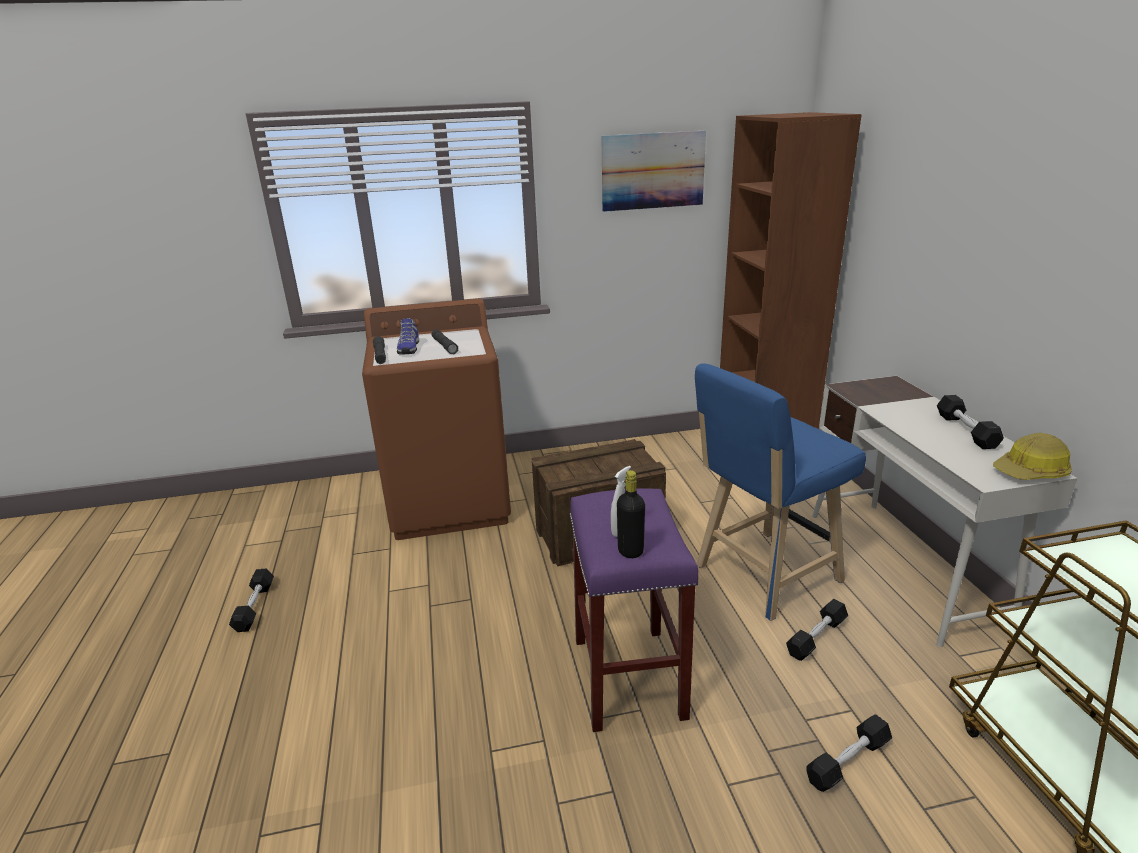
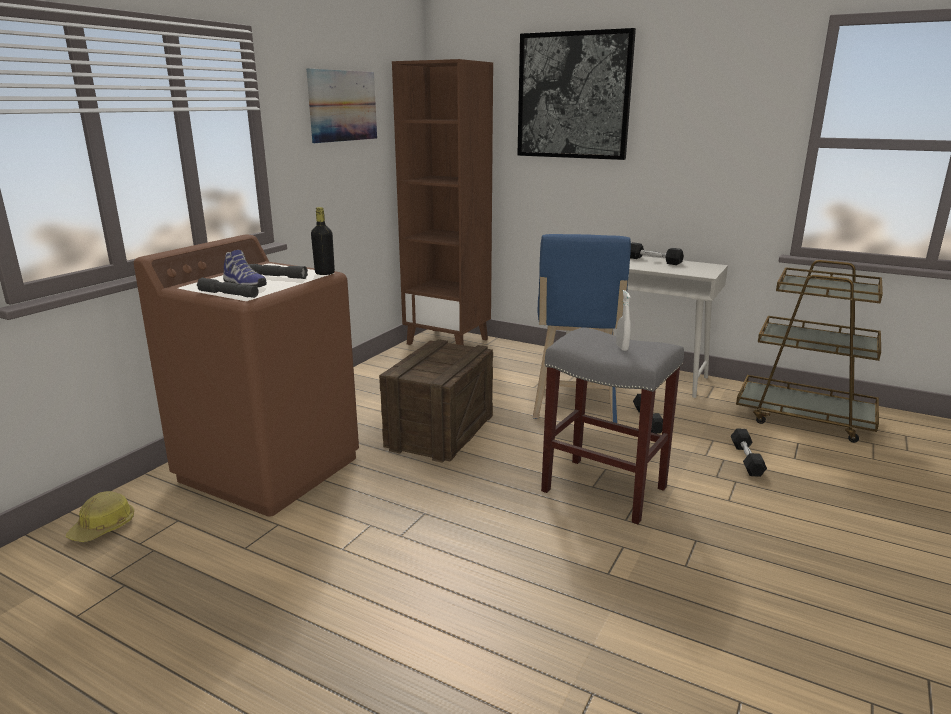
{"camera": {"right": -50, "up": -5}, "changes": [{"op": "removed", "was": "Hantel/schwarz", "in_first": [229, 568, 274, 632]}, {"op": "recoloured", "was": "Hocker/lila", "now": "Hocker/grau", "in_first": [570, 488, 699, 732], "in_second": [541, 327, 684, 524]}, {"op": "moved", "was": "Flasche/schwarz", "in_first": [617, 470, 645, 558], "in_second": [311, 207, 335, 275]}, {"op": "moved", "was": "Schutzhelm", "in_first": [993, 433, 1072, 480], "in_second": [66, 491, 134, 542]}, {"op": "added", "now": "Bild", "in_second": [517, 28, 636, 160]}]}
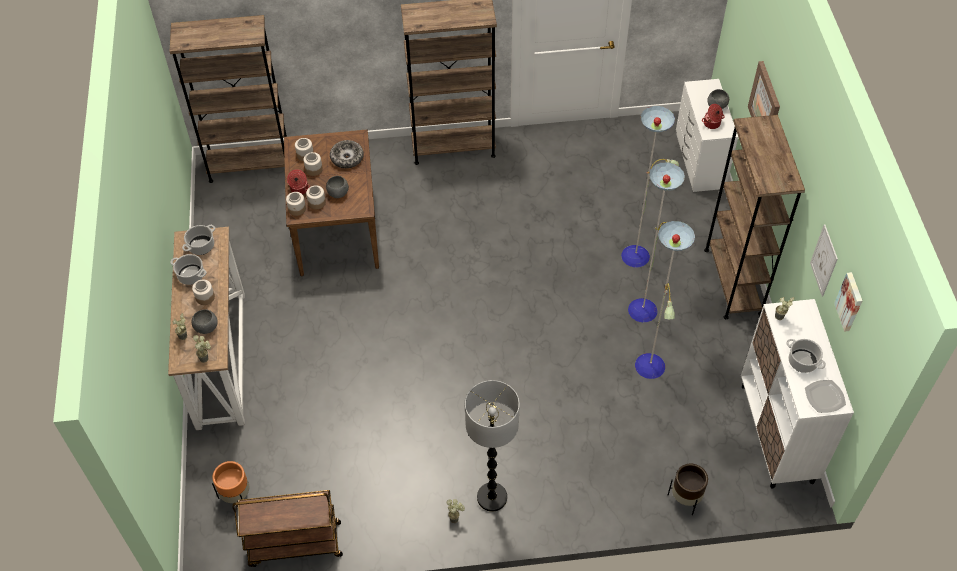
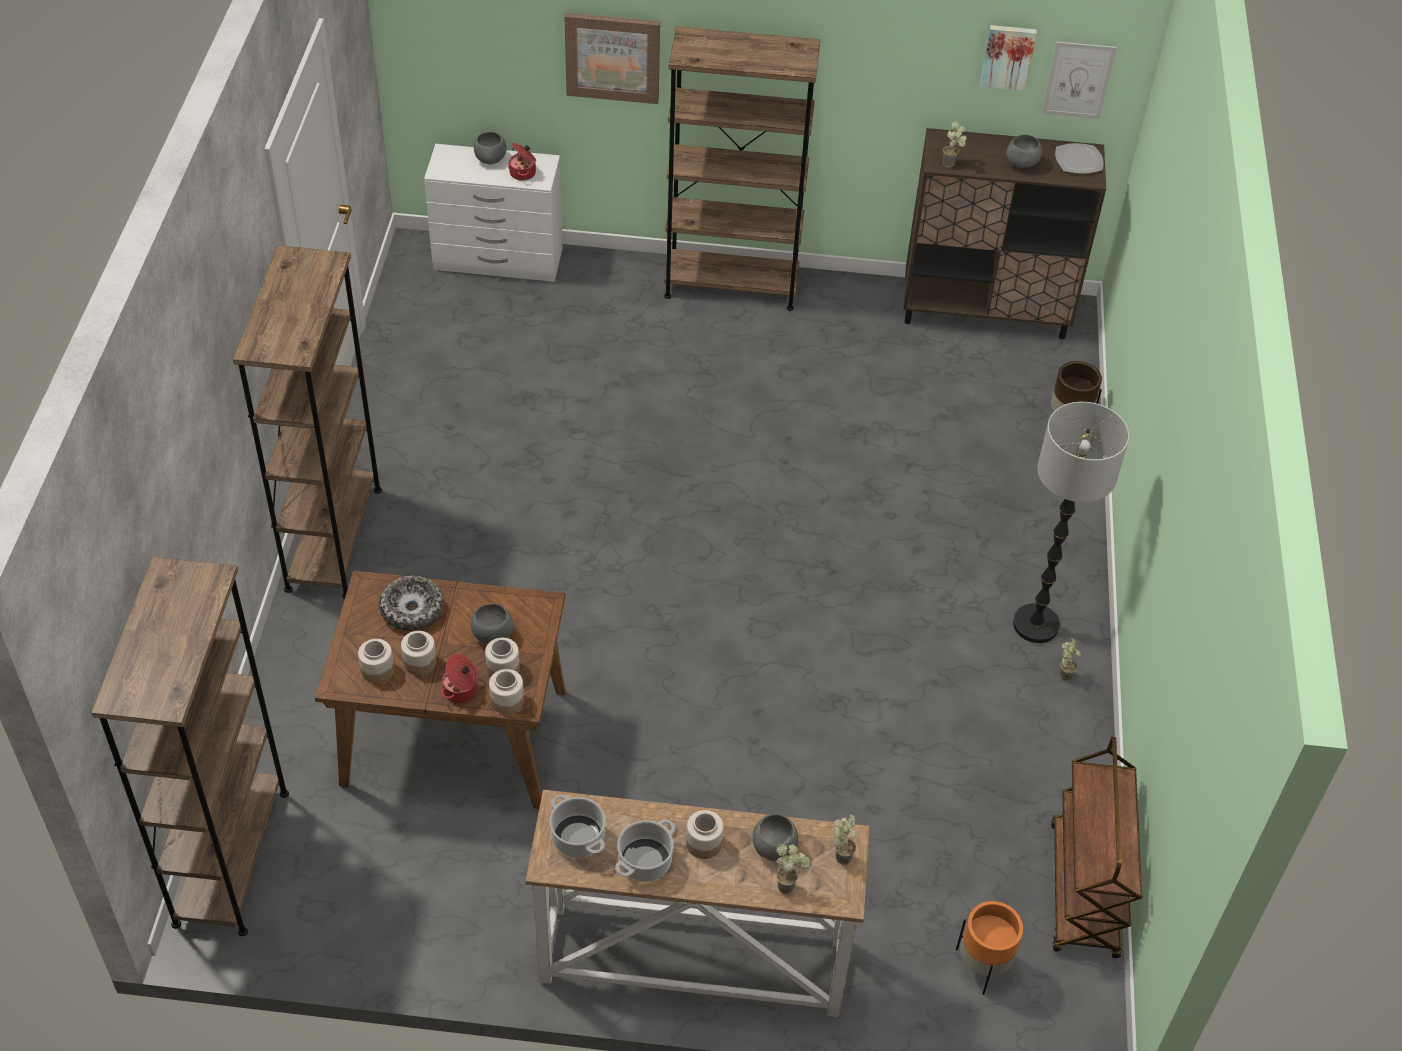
{"camera": {"right": -80, "up": -5}, "changes": [{"op": "removed", "was": "Stehlampe", "in_first": [621, 106, 695, 379]}, {"op": "recoloured", "was": "Schrank/weiß", "now": "Schrank/braun", "in_first": [741, 299, 854, 489], "in_second": [903, 128, 1106, 339]}, {"op": "replaced", "was": "Kochtopf", "now": "Schüssel/grau", "in_first": [786, 339, 826, 373], "in_second": [1006, 135, 1042, 168]}, {"op": "moved", "was": "Bild", "in_first": [810, 224, 838, 297], "in_second": [1042, 42, 1116, 119]}]}
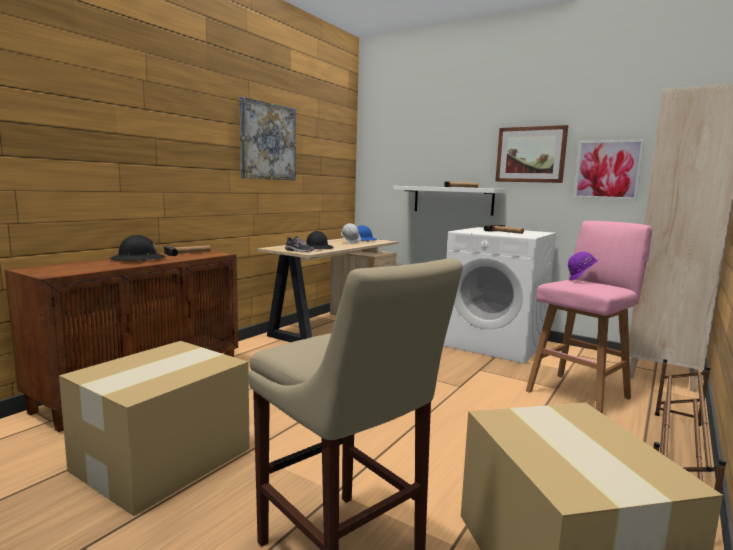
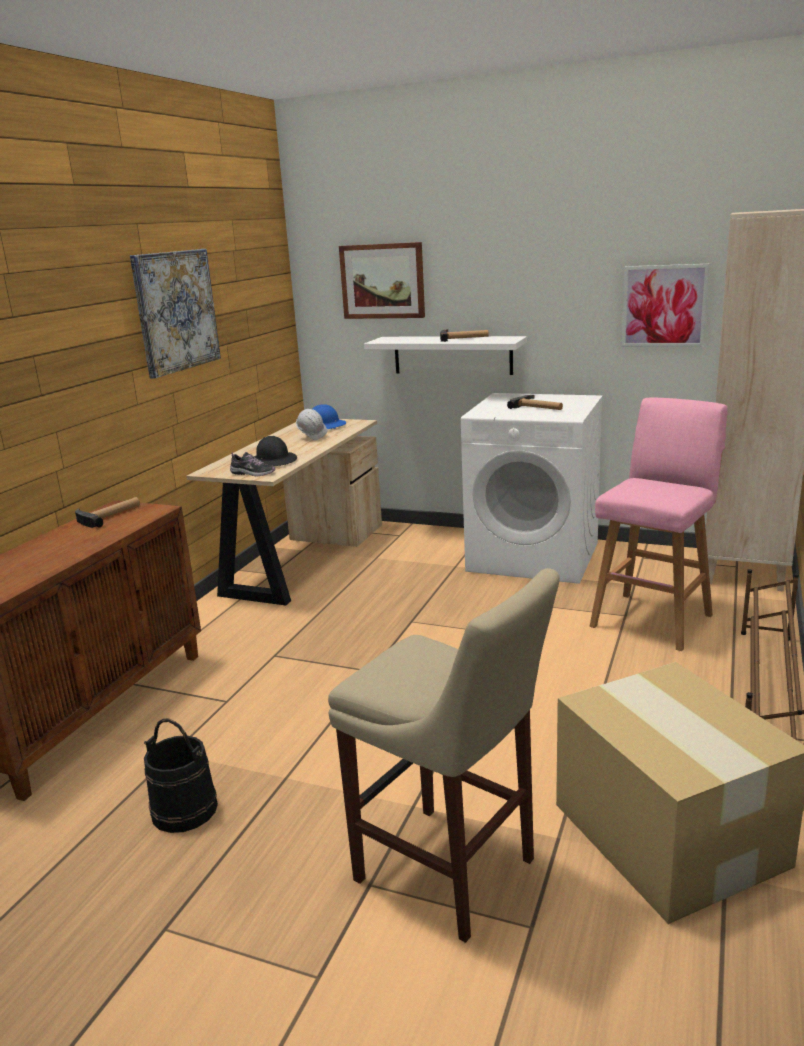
{"camera": {"right": -10, "up": 10}, "changes": [{"op": "replaced", "was": "Karton", "now": "Eimer/schwarz", "in_first": [59, 341, 250, 516], "in_second": [144, 718, 218, 833]}, {"op": "removed", "was": "Schutzhelm/schwarz", "in_first": [110, 235, 166, 262]}, {"op": "moved", "was": "Bild", "in_first": [495, 125, 568, 183], "in_second": [339, 242, 425, 319]}, {"op": "removed", "was": "Schutzhelm/lila", "in_first": [568, 252, 598, 281]}]}
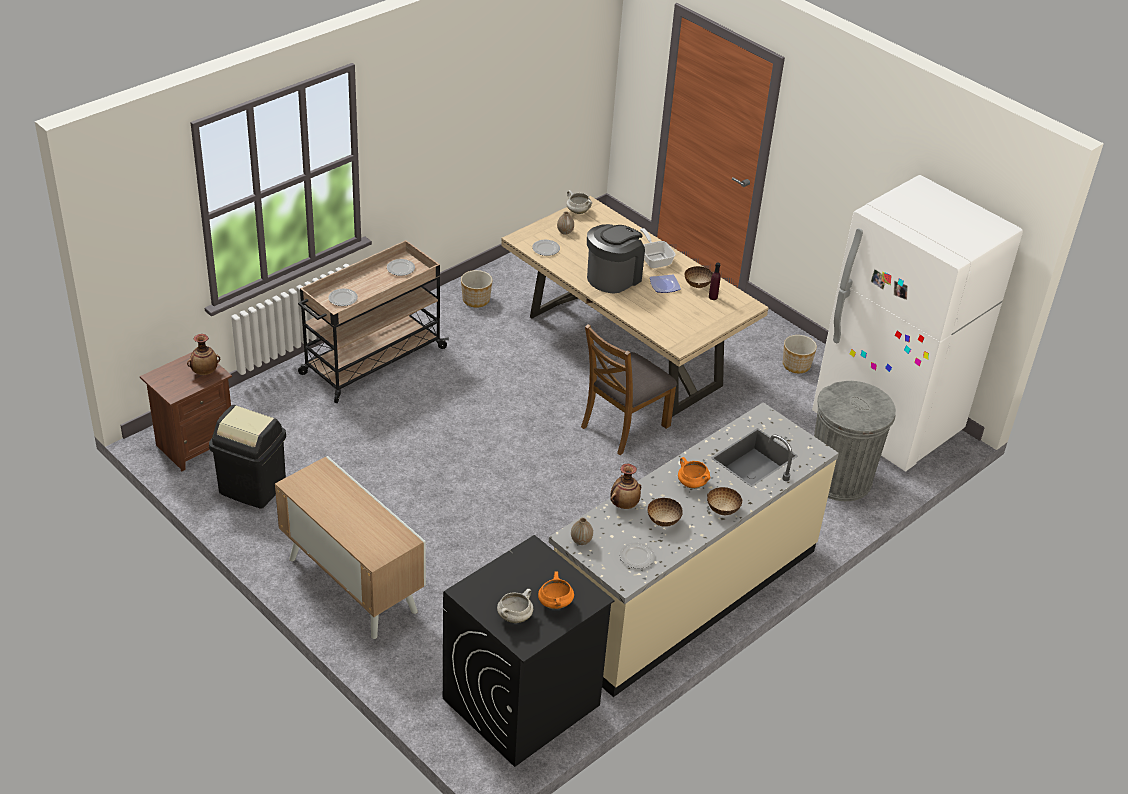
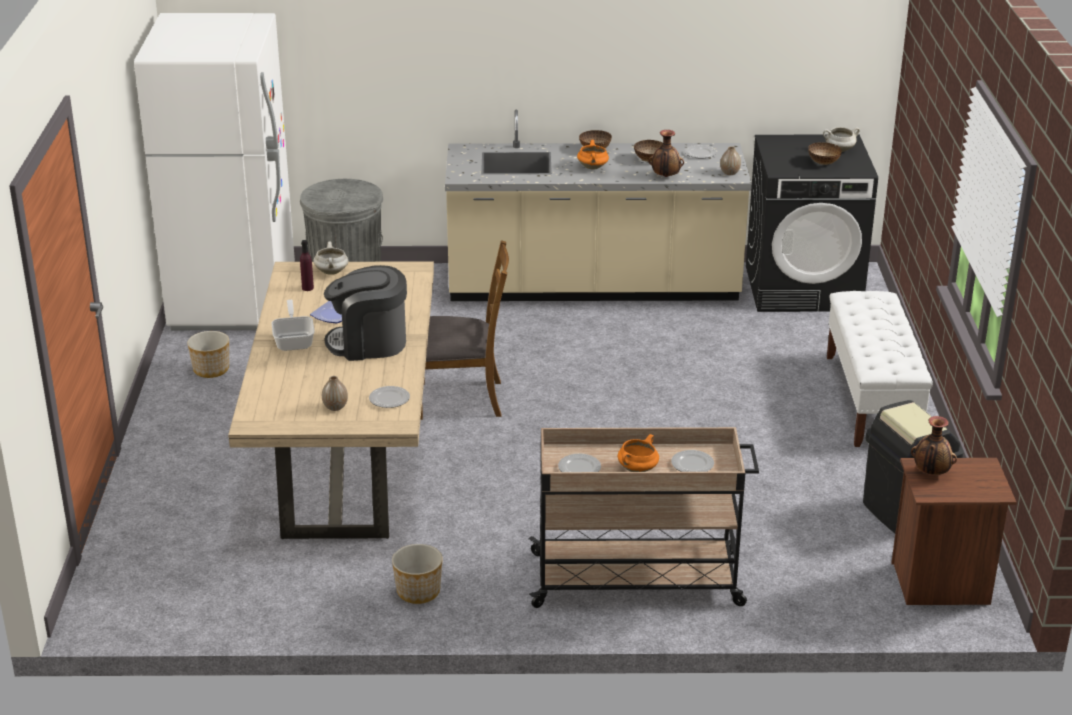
{"camera": {"right": -135, "up": -10}, "changes": [{"op": "replaced", "was": "Schrank", "now": "Bank/weiß", "in_first": [275, 456, 426, 639], "in_second": [827, 291, 933, 447]}, {"op": "moved", "was": "Kochtopf/orange", "in_first": [538, 571, 574, 609], "in_second": [618, 434, 659, 472]}, {"op": "moved", "was": "Kochtopf/weiß", "in_first": [566, 190, 592, 214], "in_second": [313, 242, 348, 275]}, {"op": "turned", "was": "Pfanne", "in_first": [640, 228, 676, 268], "in_second": [272, 300, 315, 351], "clockwise": 150}, {"op": "moved", "was": "Schüssel", "in_first": [685, 266, 713, 288], "in_second": [808, 142, 842, 165]}]}
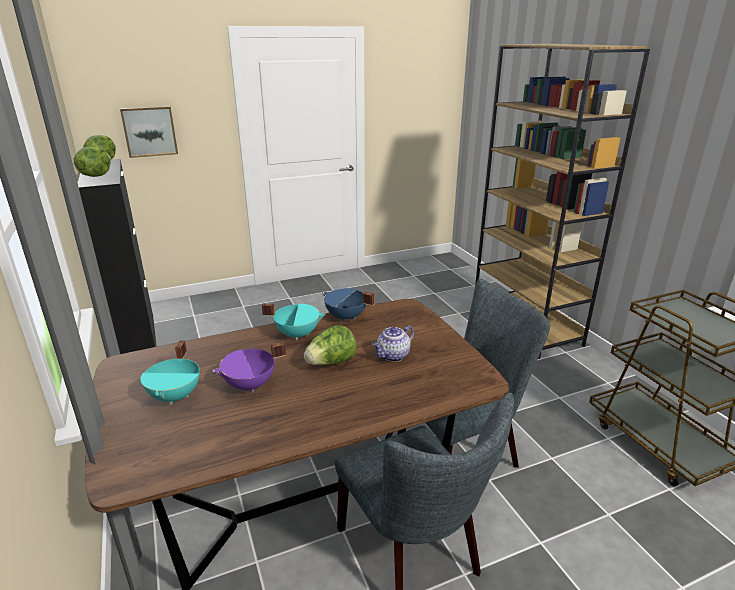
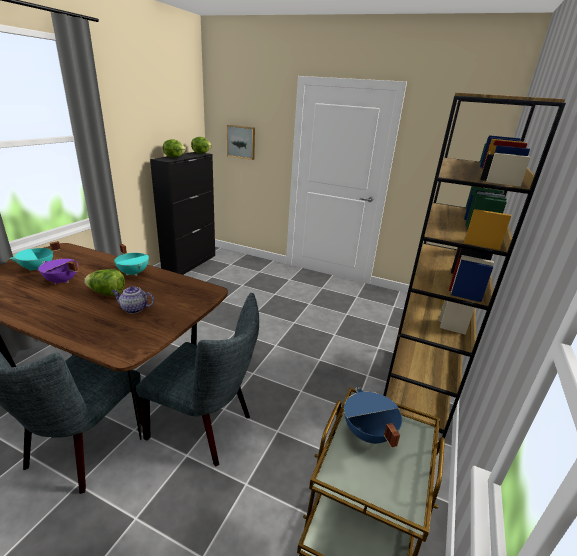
{"camera": {"right": 45, "up": 0}, "changes": [{"op": "moved", "was": "Kochtopf/blau", "in_first": [322, 288, 375, 322], "in_second": [344, 387, 402, 448]}]}
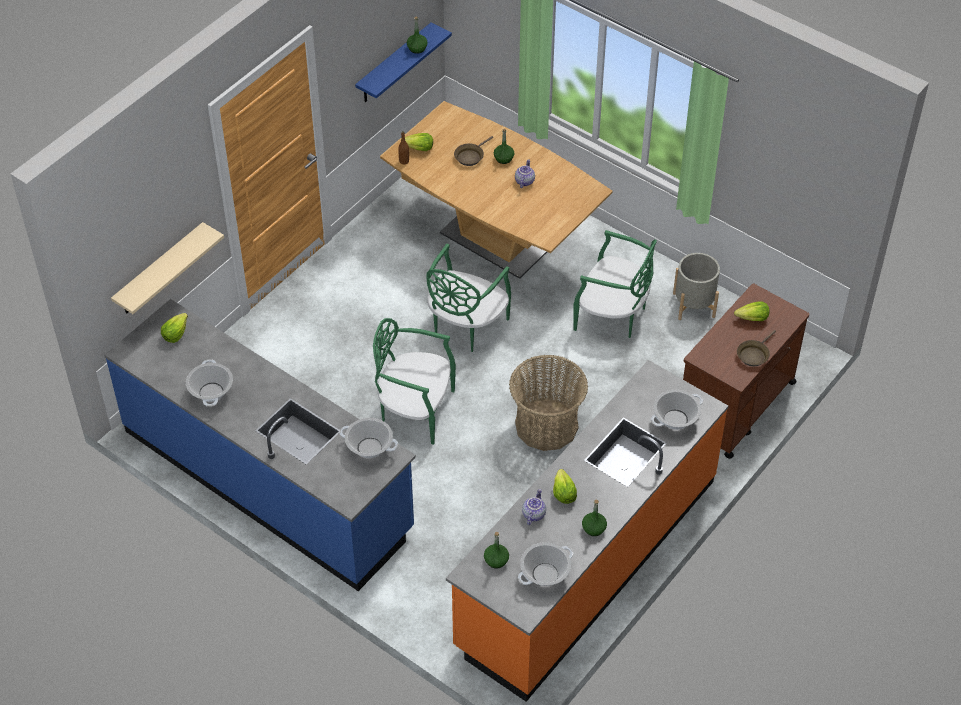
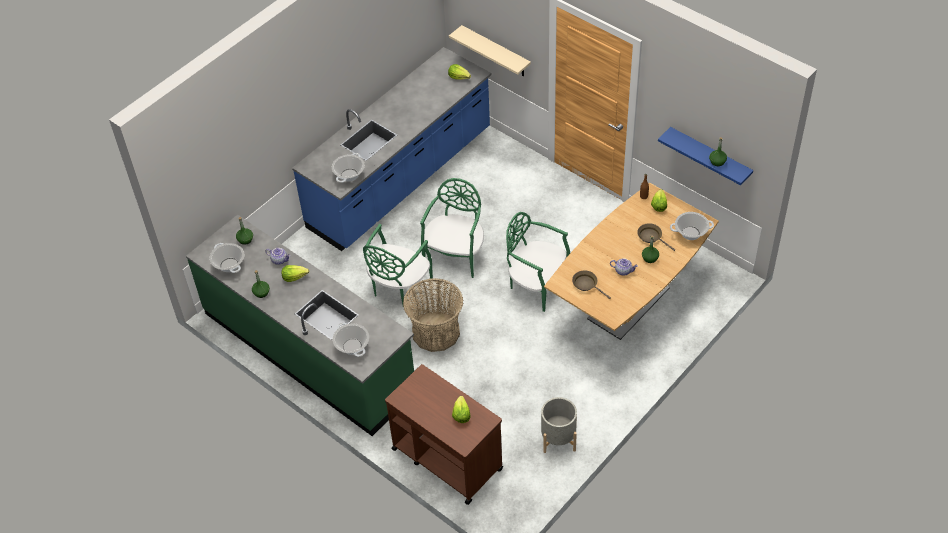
{"camera": {"right": 95, "up": 0}, "changes": [{"op": "moved", "was": "Kochtopf", "in_first": [186, 359, 233, 407], "in_second": [670, 212, 714, 240]}, {"op": "recoloured", "was": "Küchenzeile/orange", "now": "Küchenzeile/grün", "in_first": [446, 360, 728, 702], "in_second": [186, 215, 414, 436]}, {"op": "moved", "was": "Stuhl/grün", "in_first": [573, 230, 657, 338], "in_second": [363, 224, 433, 304]}, {"op": "moved", "was": "Pfanne/braun", "in_first": [737, 330, 776, 366], "in_second": [572, 270, 611, 299]}]}
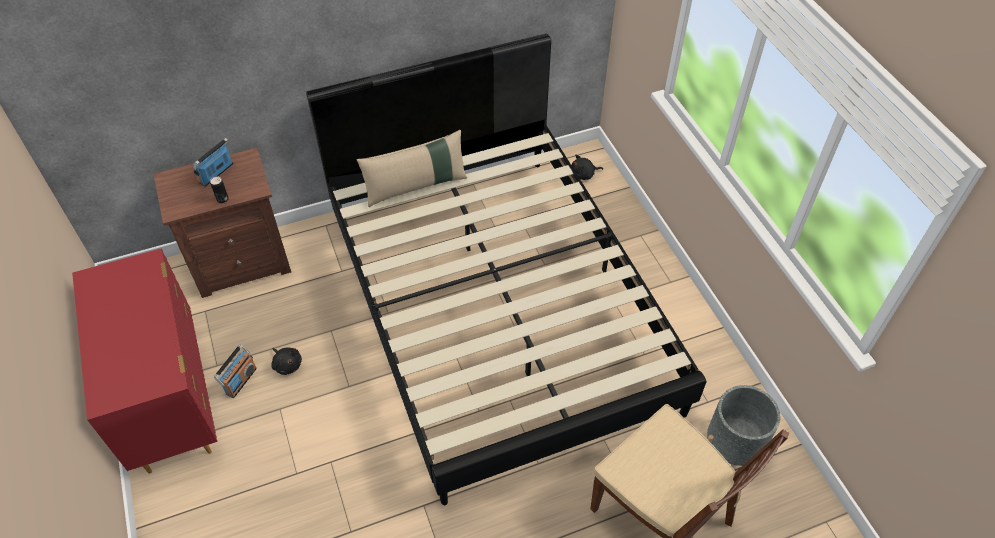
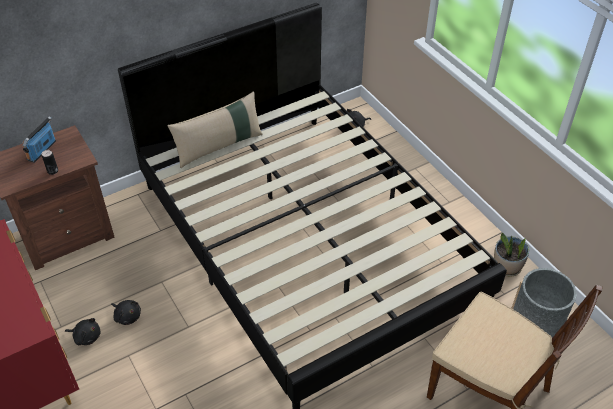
{"camera": {"right": -10, "up": -5}, "changes": [{"op": "replaced", "was": "Radio", "now": "Plüschtier/schwarz", "in_first": [214, 345, 257, 398], "in_second": [65, 318, 100, 345]}, {"op": "added", "now": "Topfpflanze", "in_second": [494, 233, 529, 276]}]}
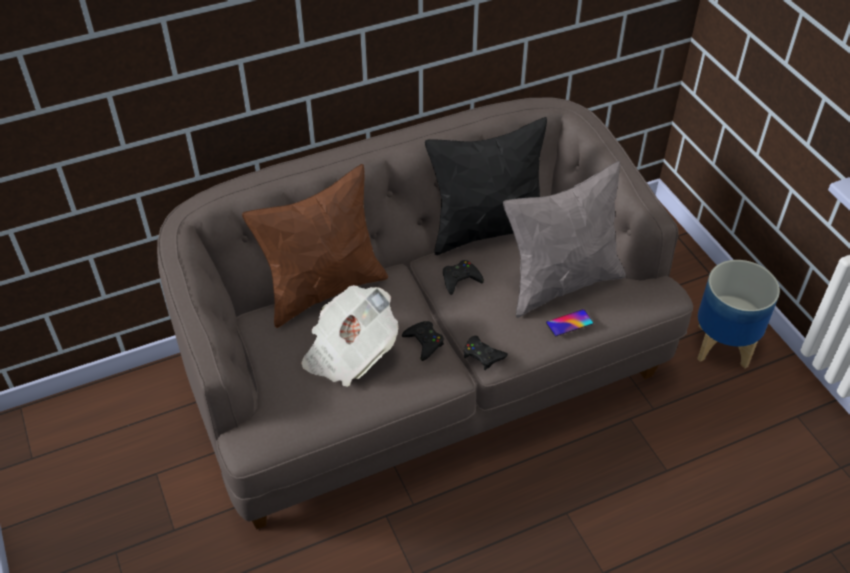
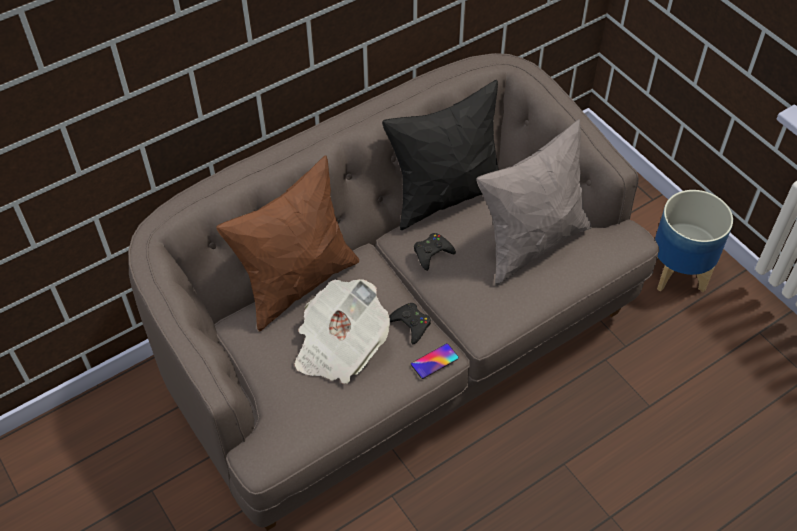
{"camera": {"right": -10, "up": 5}, "changes": [{"op": "removed", "was": "Gamepad/schwarz", "in_first": [464, 335, 508, 370]}, {"op": "moved", "was": "Handy", "in_first": [546, 309, 593, 337], "in_second": [411, 343, 459, 379]}]}
